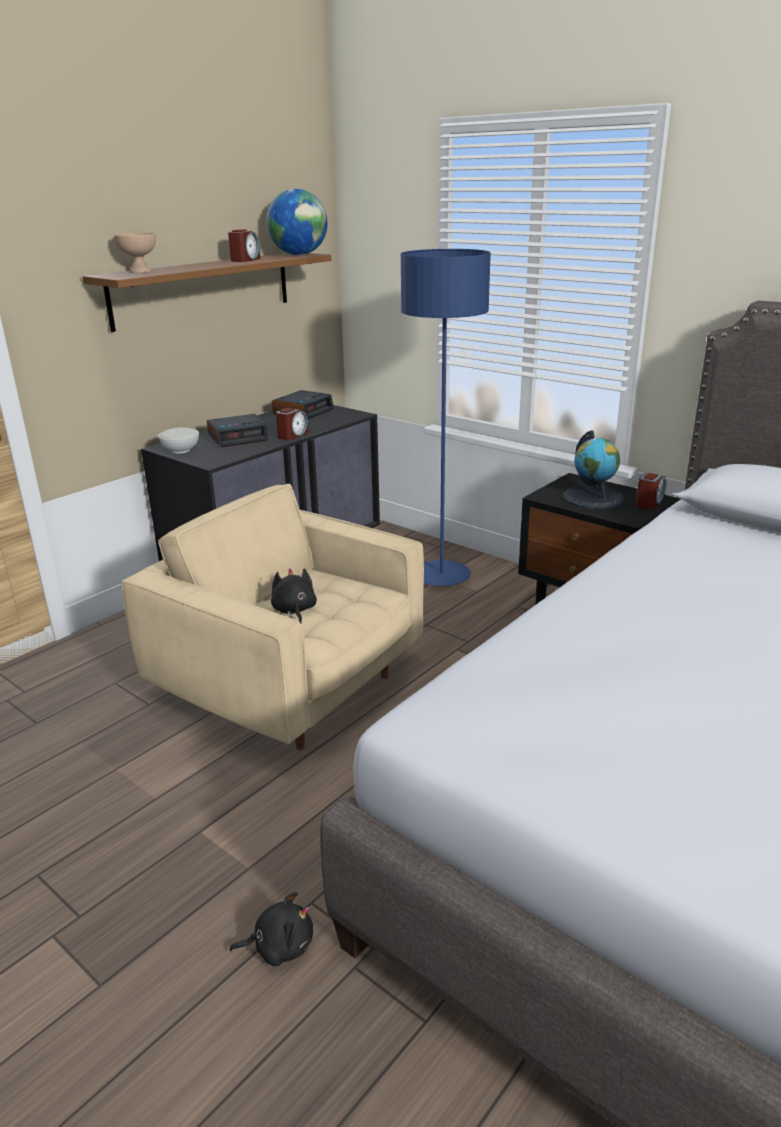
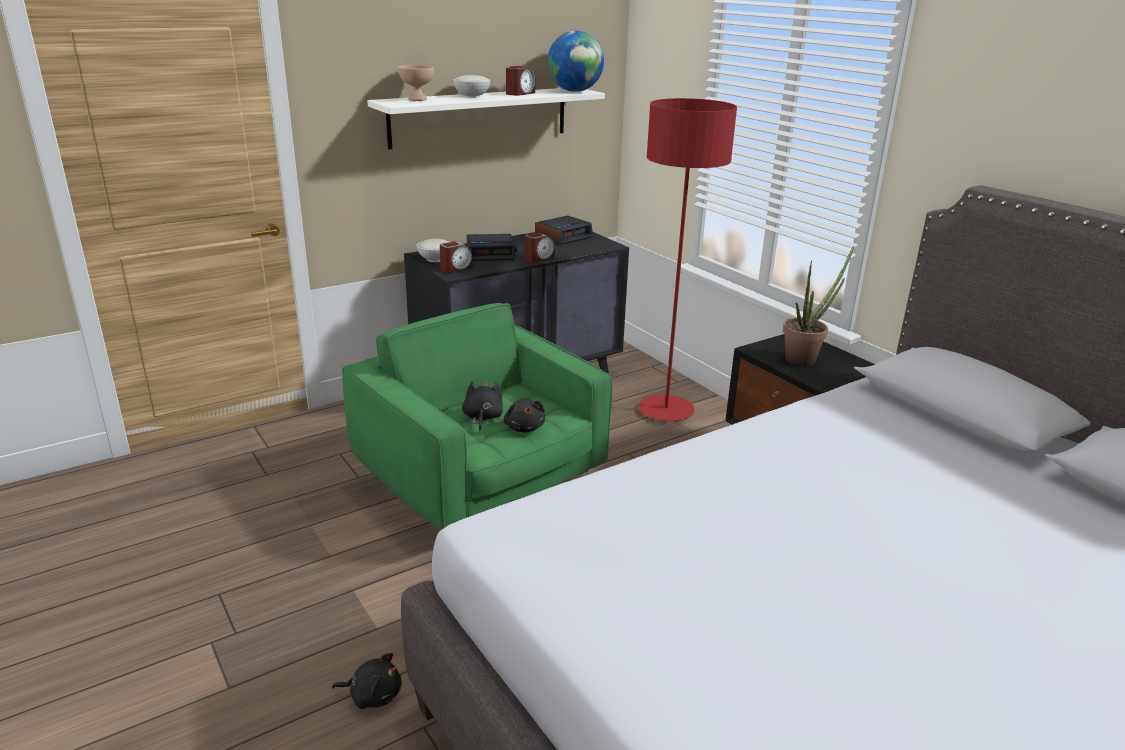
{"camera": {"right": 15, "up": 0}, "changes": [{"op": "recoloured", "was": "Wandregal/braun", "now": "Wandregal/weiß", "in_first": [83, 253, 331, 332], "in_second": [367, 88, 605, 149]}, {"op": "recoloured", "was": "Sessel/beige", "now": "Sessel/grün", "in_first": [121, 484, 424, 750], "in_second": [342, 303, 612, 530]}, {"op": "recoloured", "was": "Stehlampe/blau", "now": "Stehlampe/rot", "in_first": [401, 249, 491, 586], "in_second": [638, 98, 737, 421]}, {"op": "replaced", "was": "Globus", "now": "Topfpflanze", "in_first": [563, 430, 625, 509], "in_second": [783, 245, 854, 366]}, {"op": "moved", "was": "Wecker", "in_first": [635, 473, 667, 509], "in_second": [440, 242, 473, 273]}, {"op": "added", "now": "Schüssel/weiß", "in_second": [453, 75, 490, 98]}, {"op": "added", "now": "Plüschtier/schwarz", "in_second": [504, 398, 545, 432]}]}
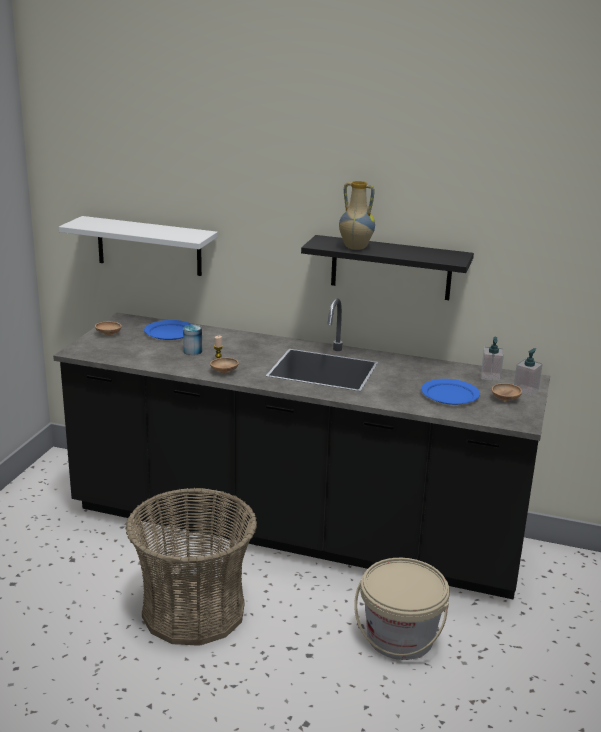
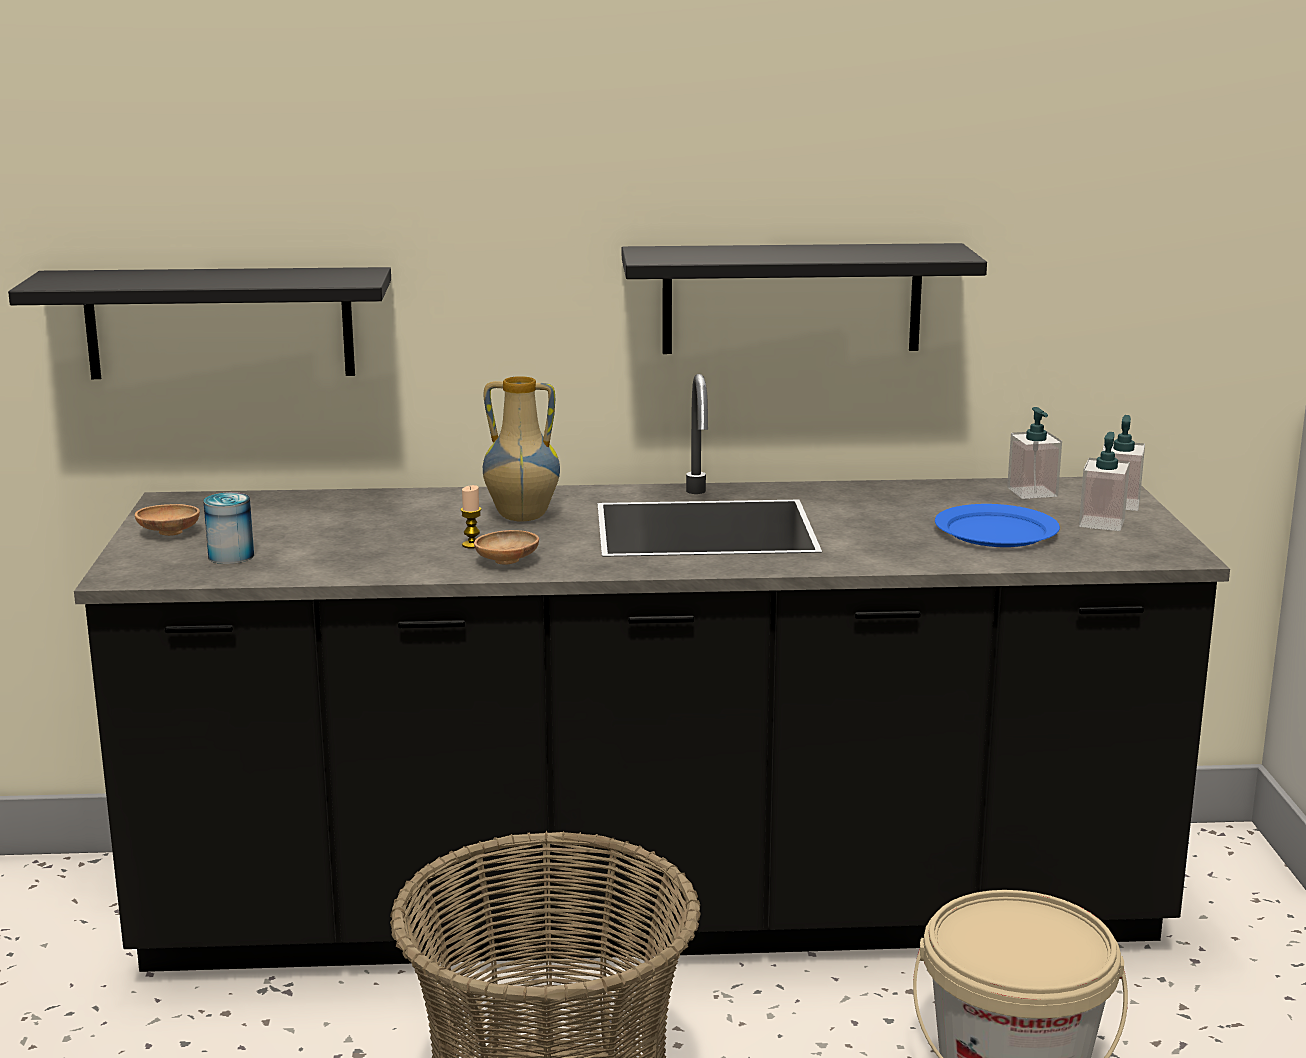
{"camera": {"right": -20, "up": -5}, "changes": [{"op": "recoloured", "was": "Wandregal/weiß", "now": "Wandregal/schwarz", "in_first": [59, 216, 218, 276], "in_second": [8, 267, 391, 379]}, {"op": "removed", "was": "Teller/blau", "in_first": [144, 320, 193, 340]}, {"op": "moved", "was": "Dose", "in_first": [183, 325, 202, 355], "in_second": [203, 492, 254, 564]}, {"op": "moved", "was": "Vase", "in_first": [339, 181, 375, 250], "in_second": [483, 376, 560, 521]}, {"op": "replaced", "was": "Schüssel/braun", "now": "Seifenspender", "in_first": [492, 383, 522, 401], "in_second": [1079, 432, 1130, 531]}]}
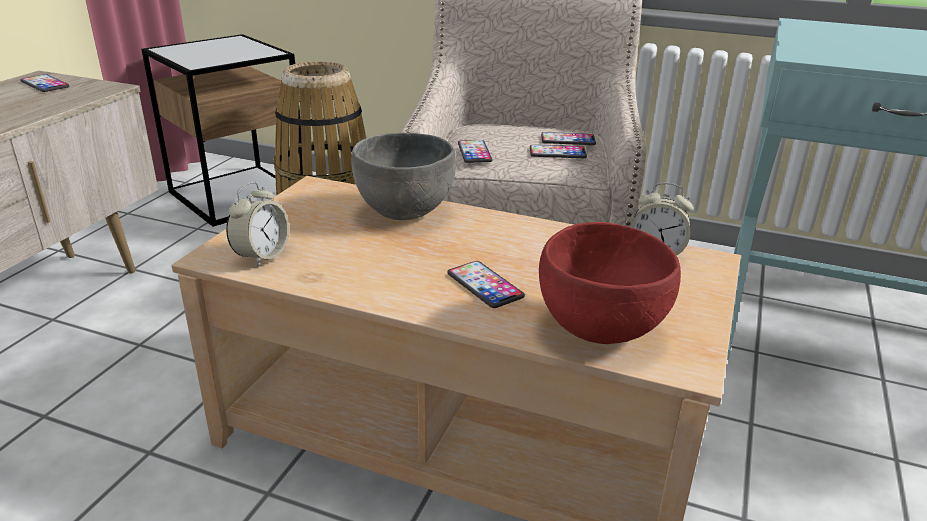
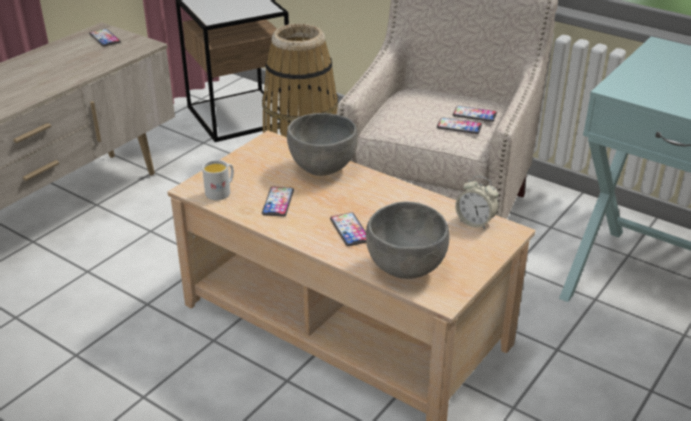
{"camera": {"right": 15, "up": 5}, "changes": [{"op": "replaced", "was": "Wecker", "now": "Henkelbecher/weiß", "in_first": [226, 182, 289, 267], "in_second": [202, 160, 234, 200]}, {"op": "moved", "was": "Handy", "in_first": [458, 140, 492, 163], "in_second": [262, 187, 294, 217]}, {"op": "recoloured", "was": "Schüssel/rot", "now": "Schüssel/grau", "in_first": [539, 222, 681, 344], "in_second": [366, 201, 450, 279]}]}
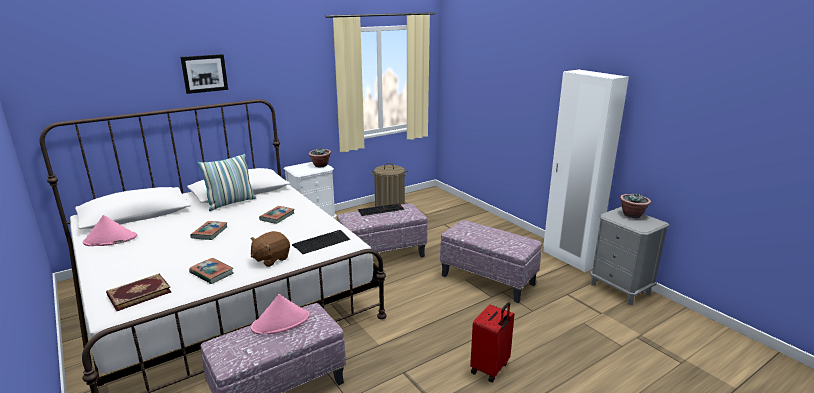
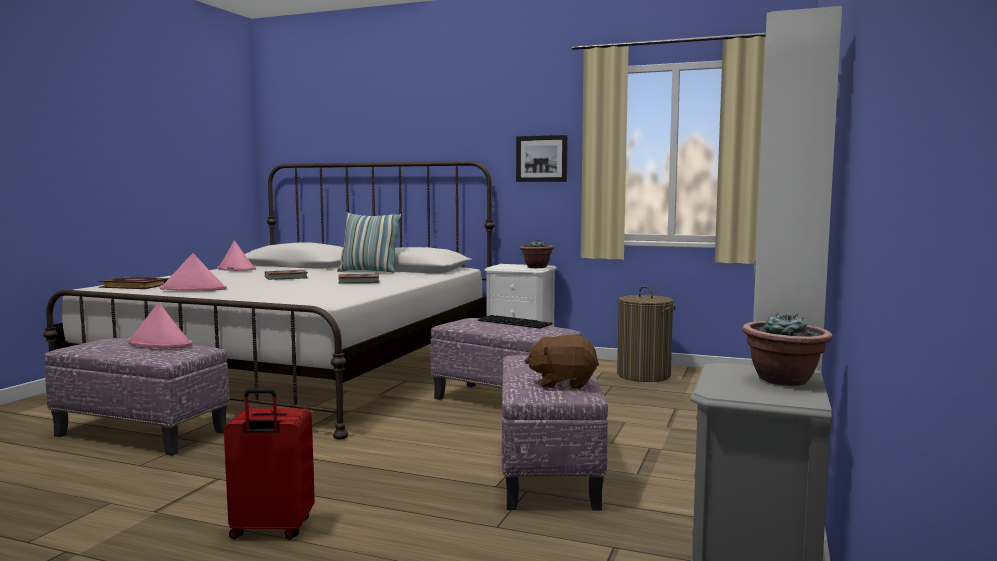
{"camera": {"right": 55, "up": -15}, "changes": [{"op": "moved", "was": "Bild", "in_first": [180, 54, 228, 94], "in_second": [516, 135, 568, 182]}, {"op": "replaced", "was": "Buch", "now": "Hut/rosa", "in_first": [189, 258, 233, 284], "in_second": [160, 253, 227, 291]}, {"op": "moved", "was": "Plüschtier/braun", "in_first": [251, 231, 290, 267], "in_second": [525, 335, 599, 389]}, {"op": "removed", "was": "Tastatur", "in_first": [292, 230, 350, 254]}]}
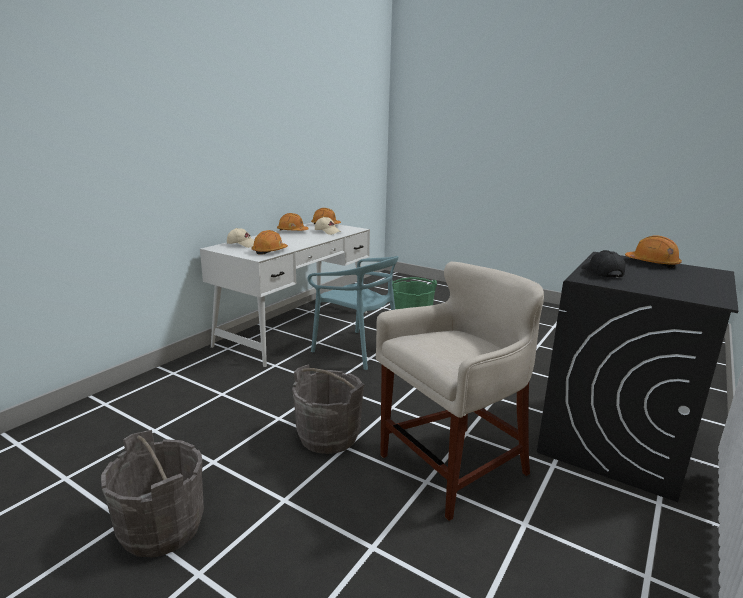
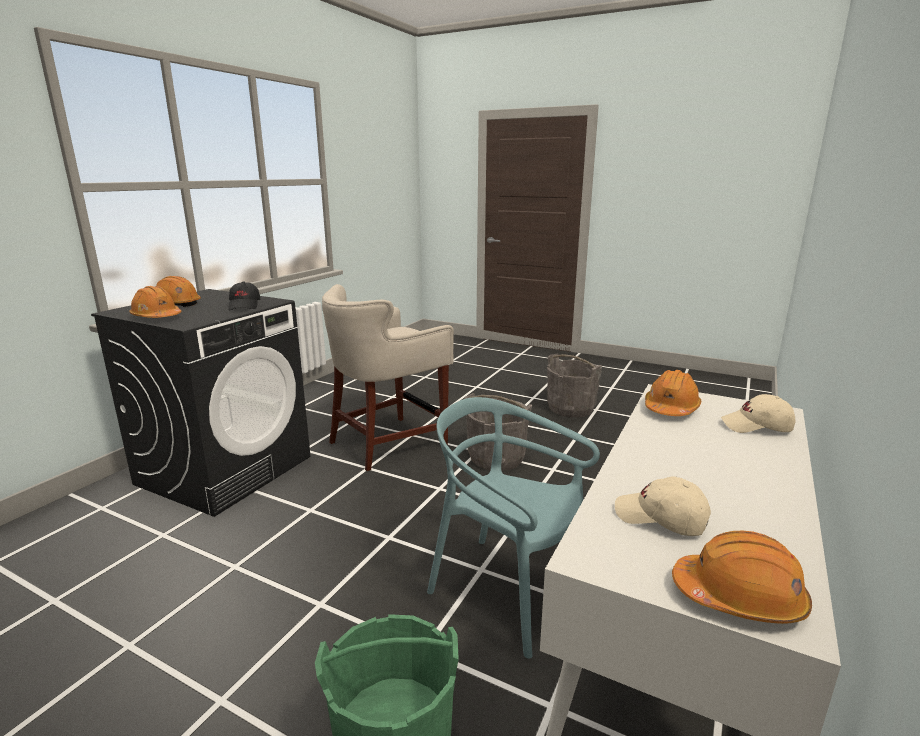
{"camera": {"right": 175, "up": 0}, "changes": [{"op": "moved", "was": "Schutzhelm/orange", "in_first": [277, 213, 309, 231], "in_second": [156, 276, 201, 307]}]}
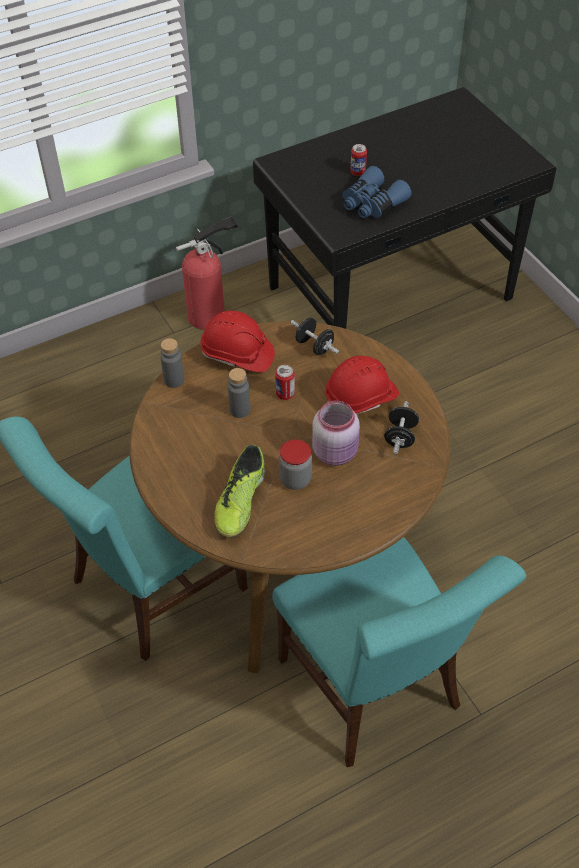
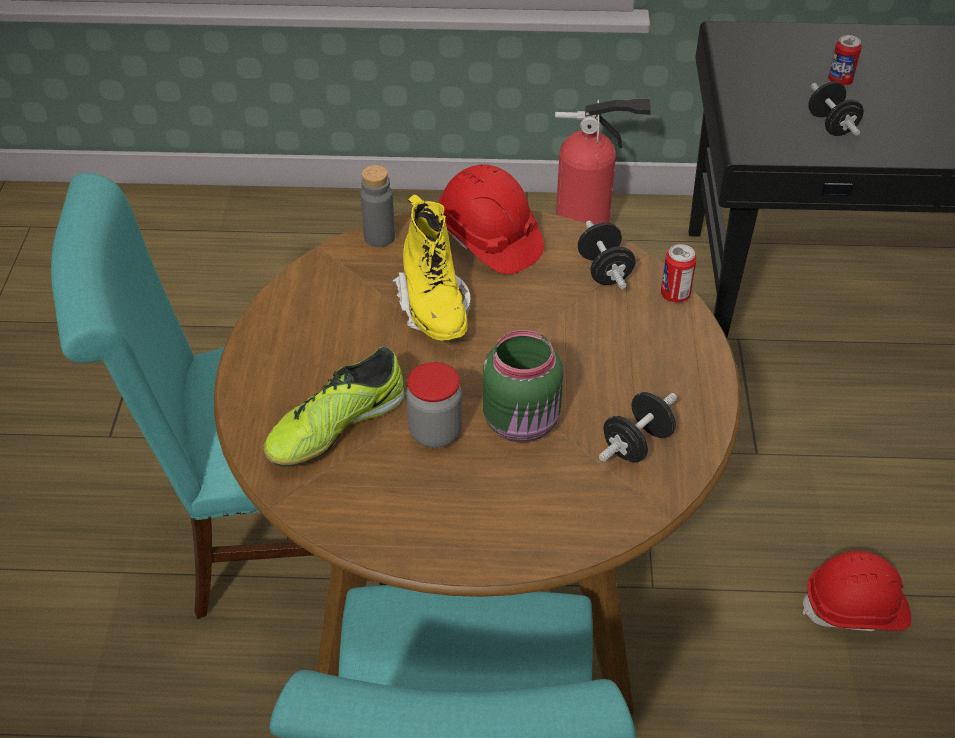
{"camera": {"right": 30, "up": -5}, "changes": [{"op": "replaced", "was": "Flasche/grau", "now": "Stiefel/gelb", "in_first": [228, 368, 250, 418], "in_second": [392, 194, 470, 340]}, {"op": "moved", "was": "Dose", "in_first": [275, 365, 295, 400], "in_second": [661, 244, 697, 303]}, {"op": "recoloured", "was": "Vorratsglas/rosa", "now": "Vorratsglas/grün", "in_first": [312, 401, 360, 466], "in_second": [483, 330, 563, 442]}, {"op": "moved", "was": "Schutzhelm/rot", "in_first": [325, 356, 399, 415], "in_second": [802, 551, 912, 632]}, {"op": "replaced", "was": "Fernglas/blau", "now": "Hantel/schwarz", "in_first": [342, 166, 411, 218], "in_second": [808, 81, 864, 136]}]}
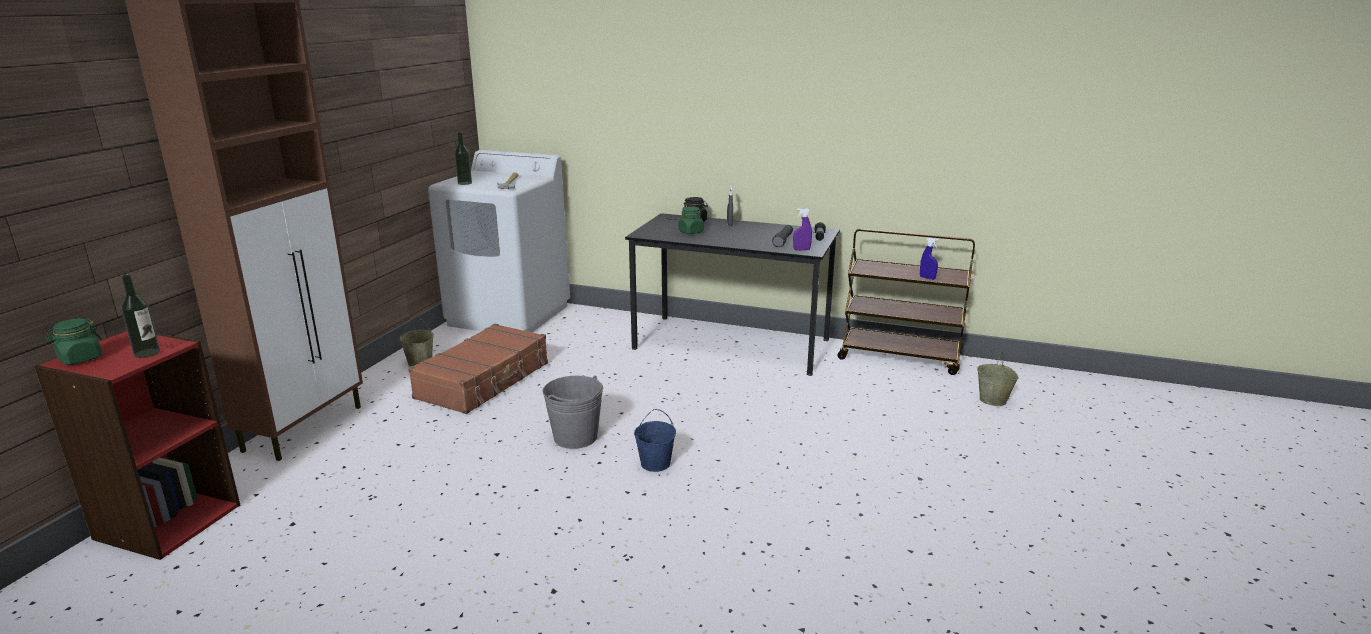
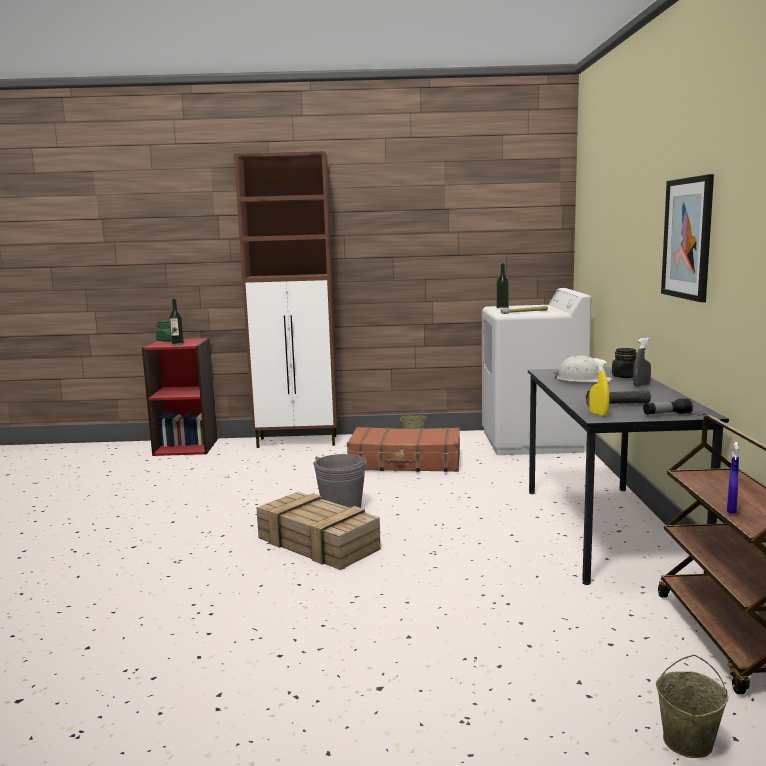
{"camera": {"right": 70, "up": -10}, "changes": [{"op": "replaced", "was": "Eimer/blau", "now": "Kiste", "in_first": [634, 409, 676, 472], "in_second": [257, 492, 381, 570]}, {"op": "replaced", "was": "Vorratsglas/grün", "now": "Schutzhelm/weiß", "in_first": [678, 206, 704, 234], "in_second": [553, 355, 612, 382]}, {"op": "recoloured", "was": "Sprühflasche/lila", "now": "Sprühflasche/gelb", "in_first": [793, 208, 812, 250], "in_second": [589, 358, 609, 416]}, {"op": "added", "now": "Bild", "in_second": [661, 174, 714, 302]}]}
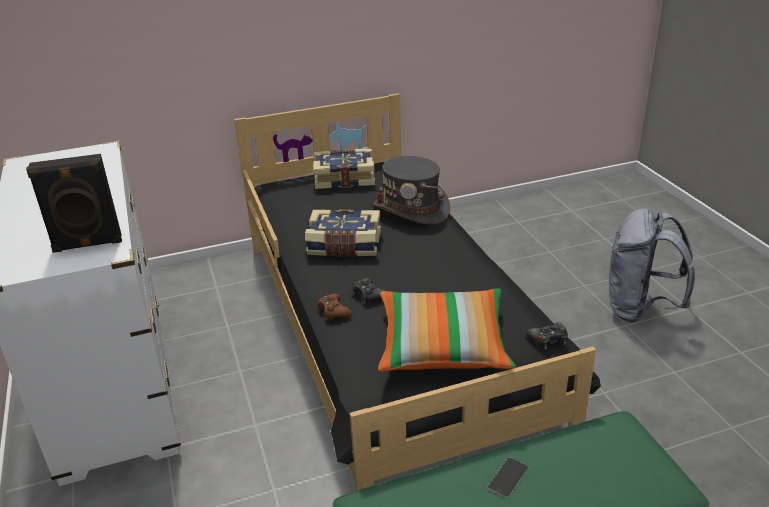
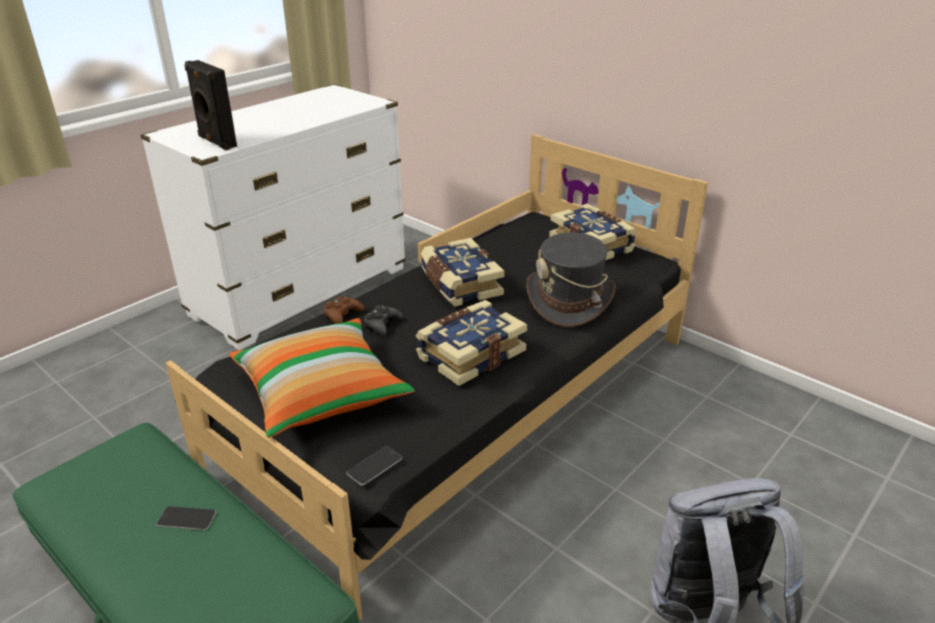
{"camera": {"right": 60, "up": 0}, "changes": [{"op": "replaced", "was": "Gamepad/schwarz", "now": "Handy", "in_first": [526, 322, 568, 349], "in_second": [346, 446, 402, 486]}, {"op": "added", "now": "Buch", "in_second": [416, 300, 527, 386]}]}
